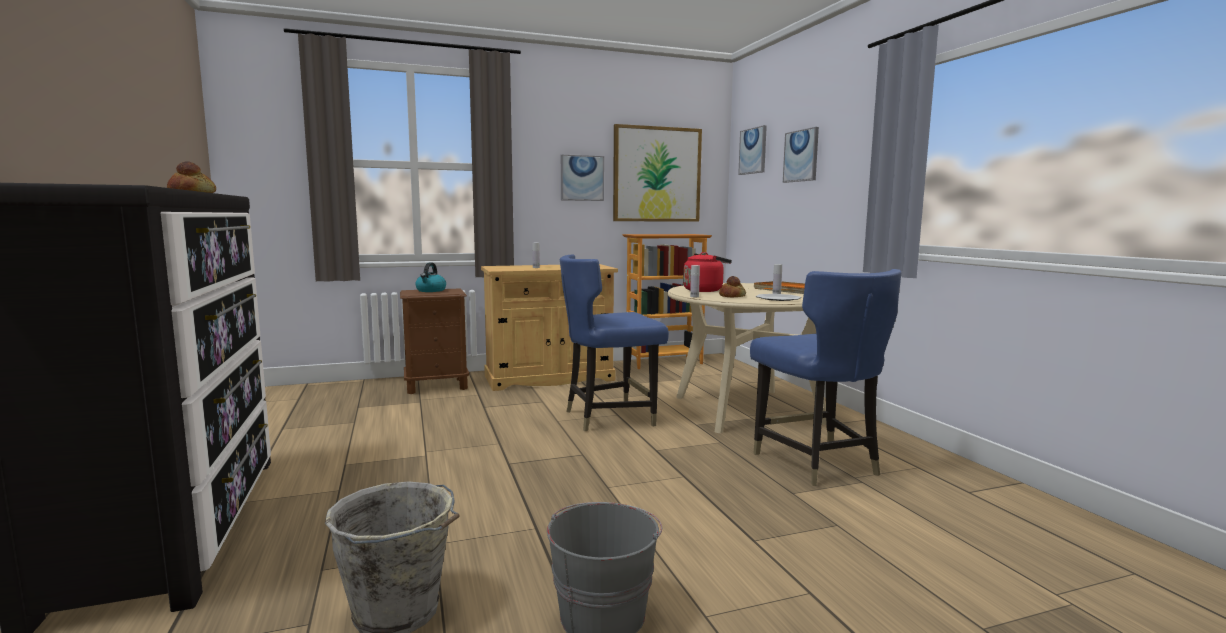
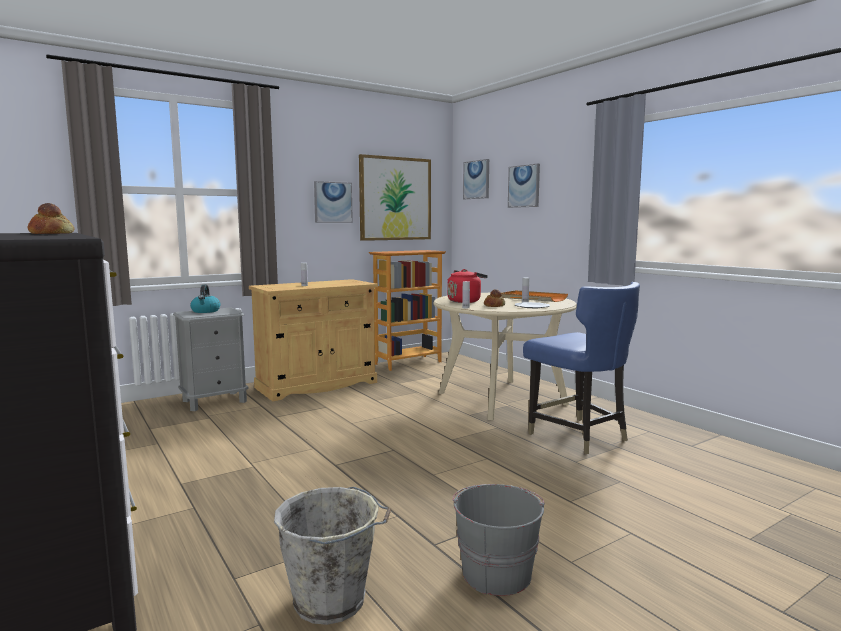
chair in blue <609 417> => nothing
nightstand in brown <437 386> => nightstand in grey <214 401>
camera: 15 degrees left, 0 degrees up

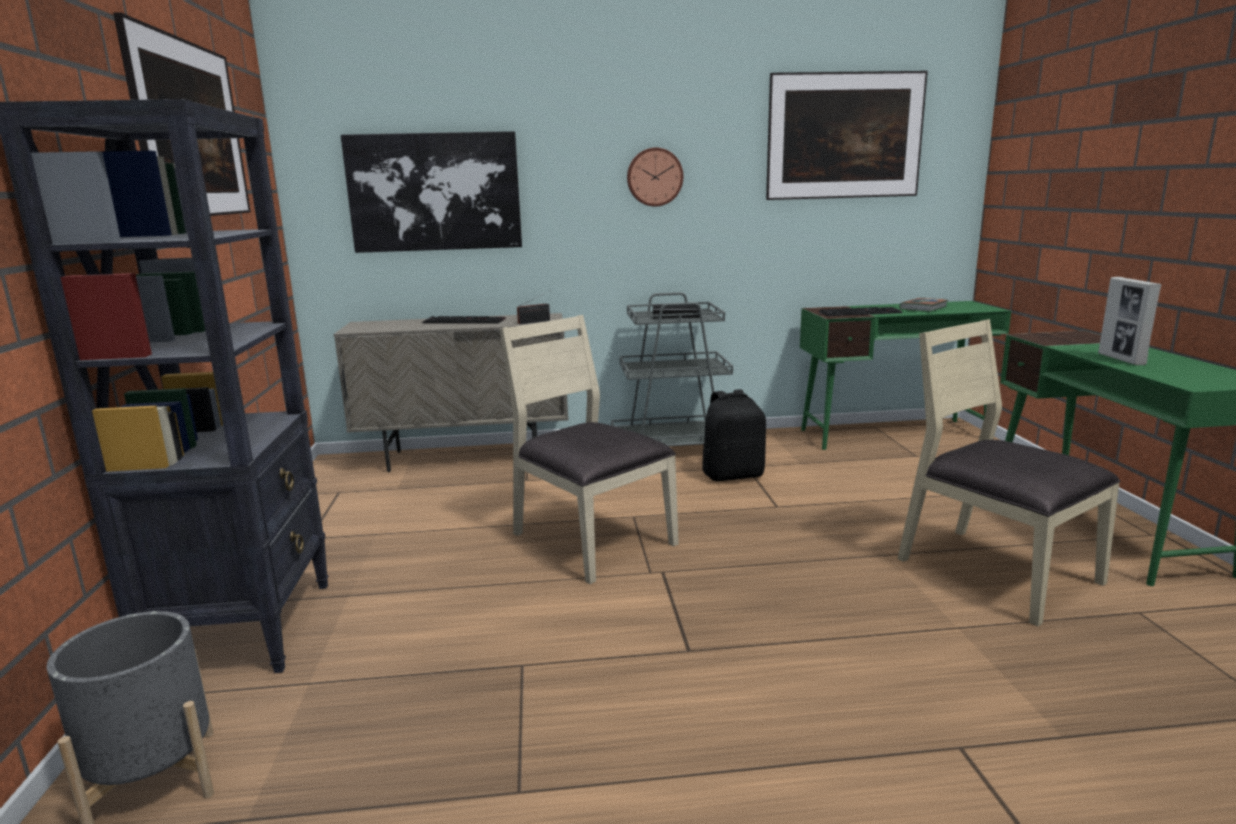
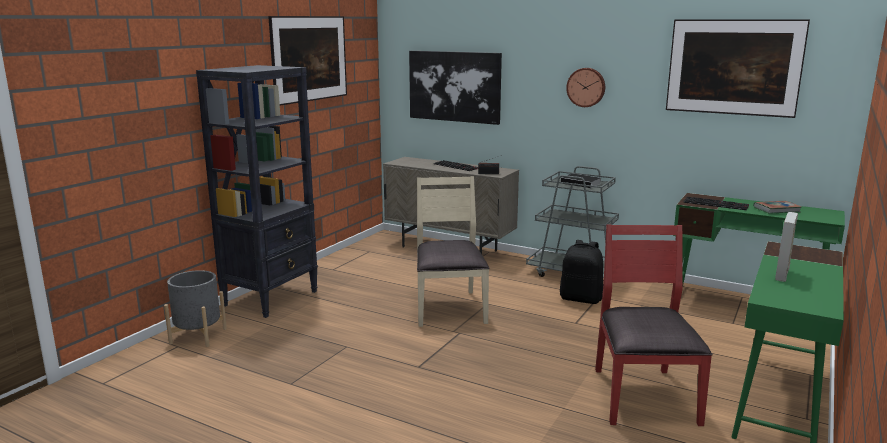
chair in beige <994 571> => chair in red <642 395>
camera: 35 degrees right, 0 degrees up

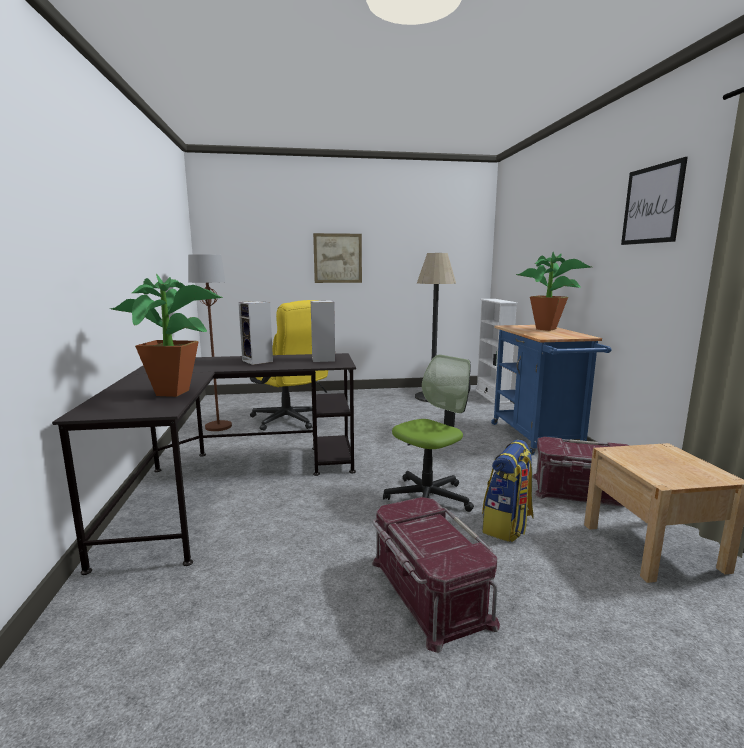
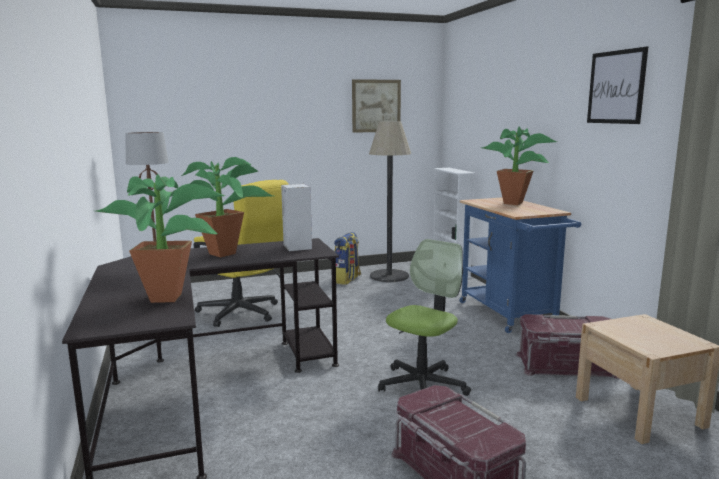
picture <337 258> => picture <376 106>, move
backpack <507 526> => backpack <347 280>, move
speaker <258 361> => potted plant <228 253>
camera: 10 degrees left, 0 degrees up

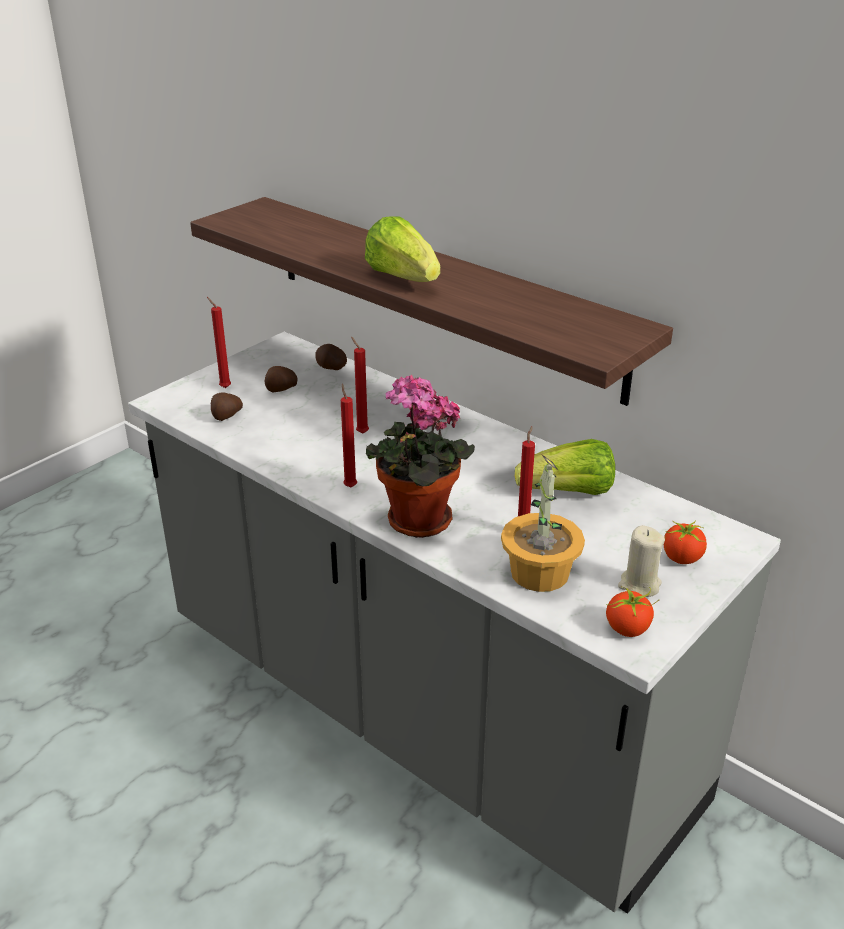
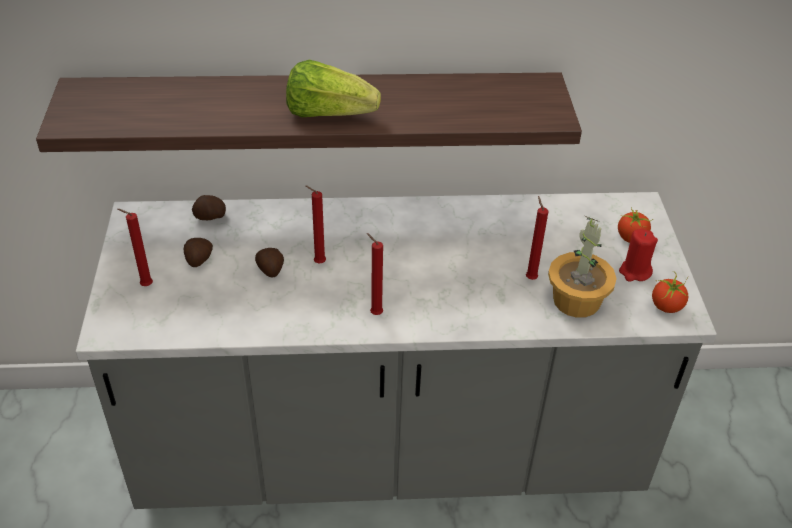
potted plant <416 523> => nothing
lettuce <569 493> => nothing
potato <226 416> => potato <270 270>, move
candle in beige <639 585> => candle in red <634 272>
camera: 45 degrees left, 10 degrees up

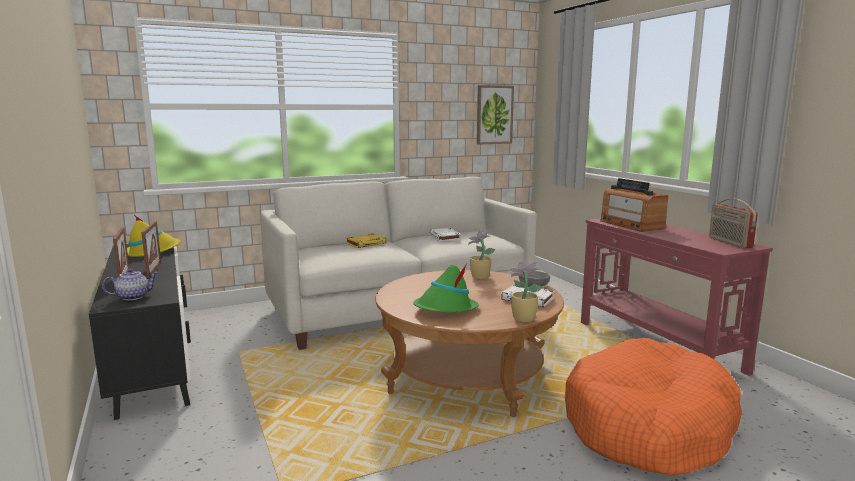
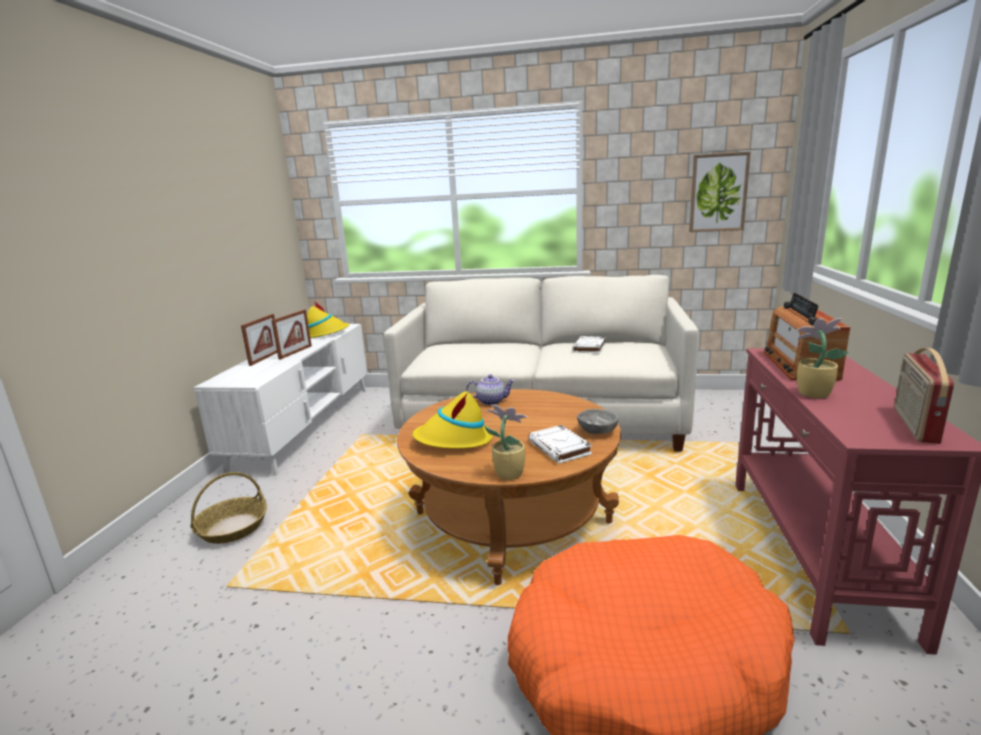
book in yellow <366 243> => nothing
nothing => basket <233 527>
teapot <133 297> => teapot <491 401>, move
potted plant <479 277> => potted plant <811 394>, move
tv stand in black <153 357> => tv stand in white <306 425>
hat in green <445 309> => hat in yellow <454 440>
camera: 35 degrees right, 5 degrees up

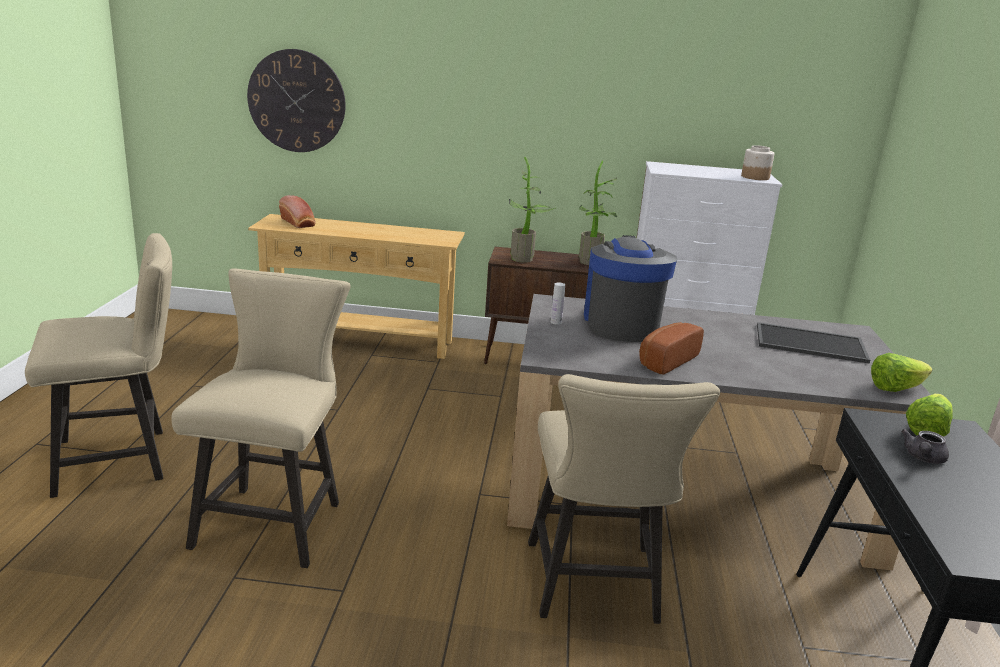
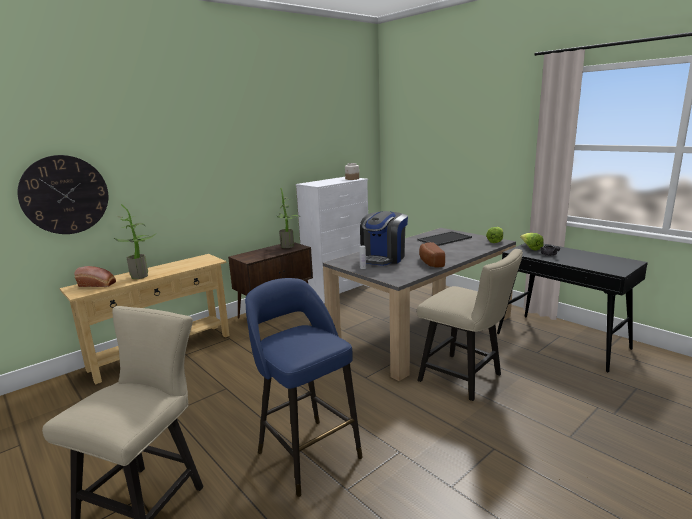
potted plant <525 259> => potted plant <142 275>, move
chair in beige <274 519> => stool in blue <307 453>
coffee machine <621 324> => coffee machine <383 258>, 105 degrees counterclockwise
camera: 45 degrees left, 5 degrees down

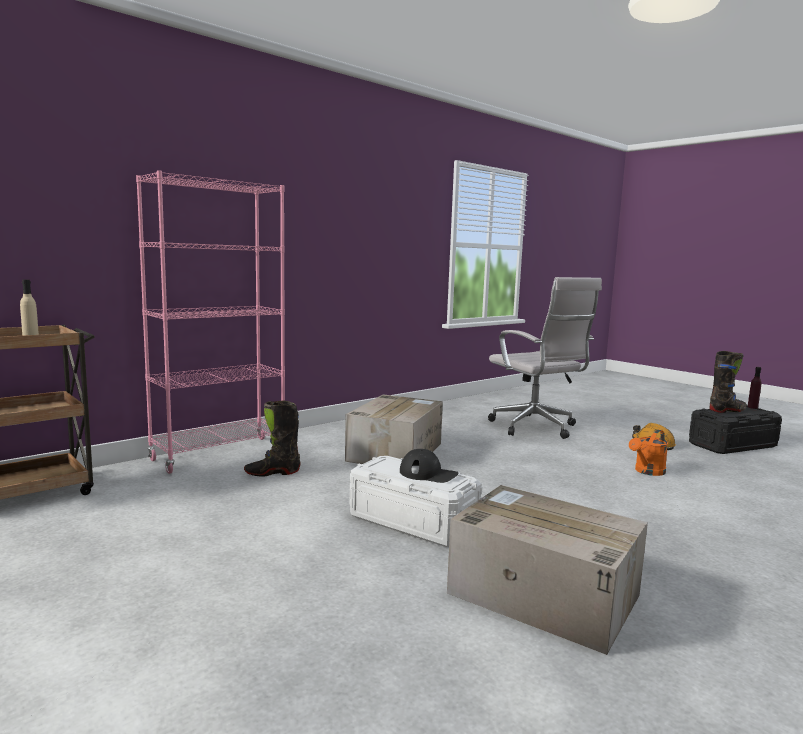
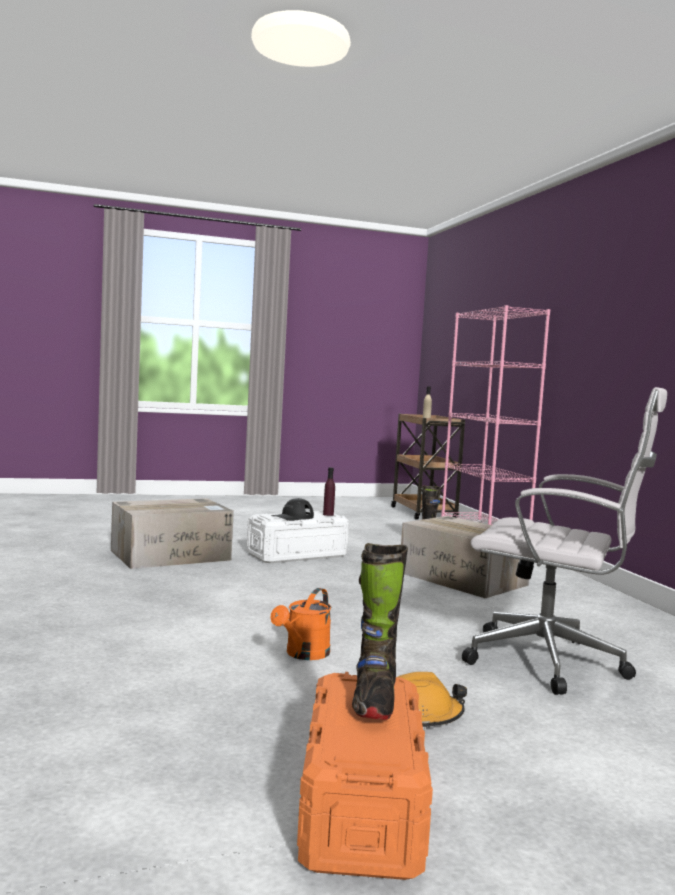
bottle in purple <752 407> => bottle in purple <328 514>, move
storage box in black <732 445> => storage box in orange <361 807>
office chair in white <536 428> => office chair in white <552 663>, 150 degrees counterclockwise
watering can in orange <647 472> => watering can in orange <303 655>, 135 degrees counterclockwise
camera: 115 degrees right, 5 degrees down

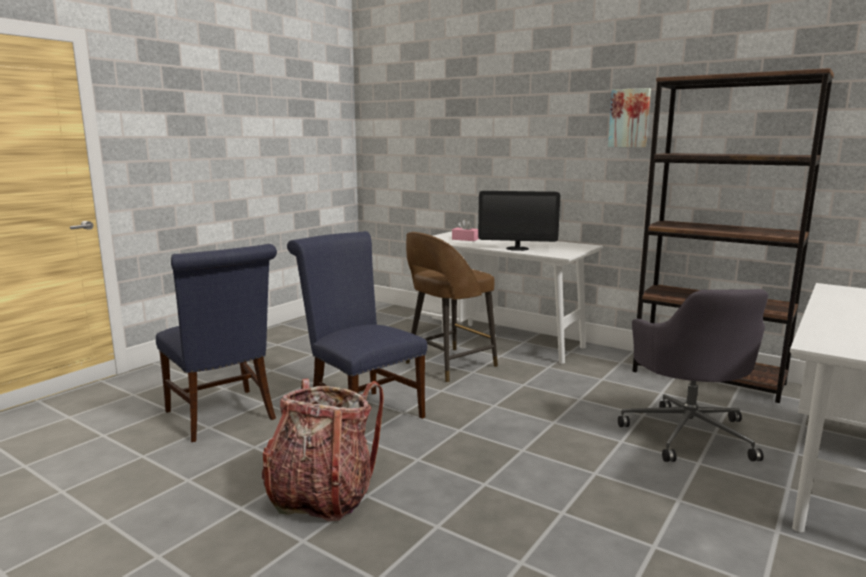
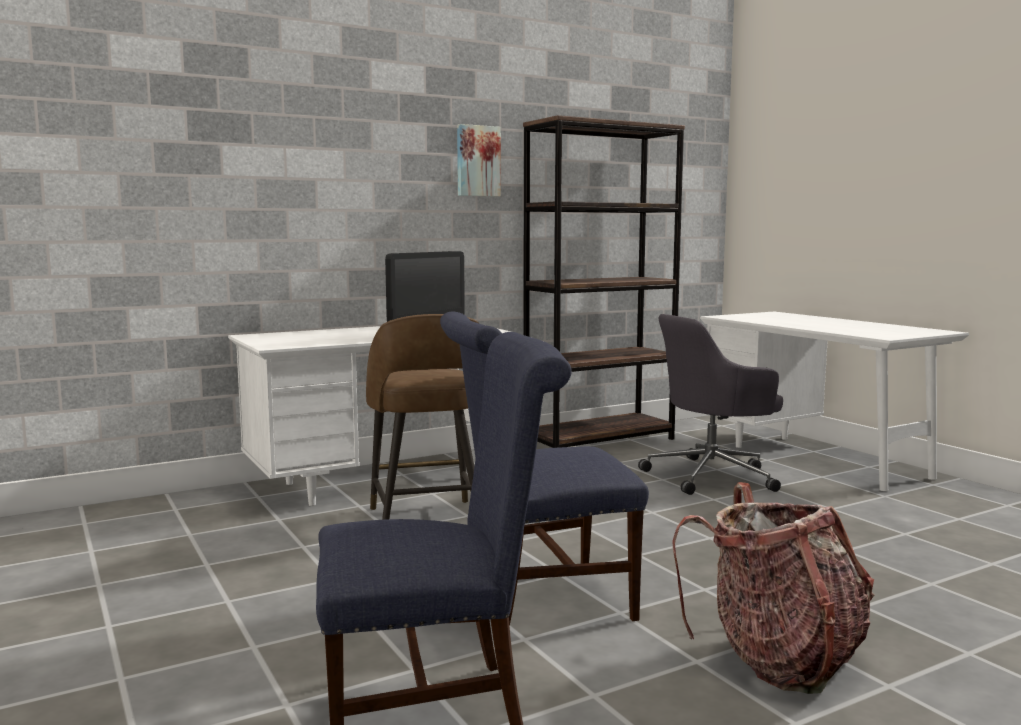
tissue box in pink <465 239> => nothing
office chair in grey <688 433> => office chair in grey <712 476>, 135 degrees clockwise
camera: 65 degrees left, 5 degrees down

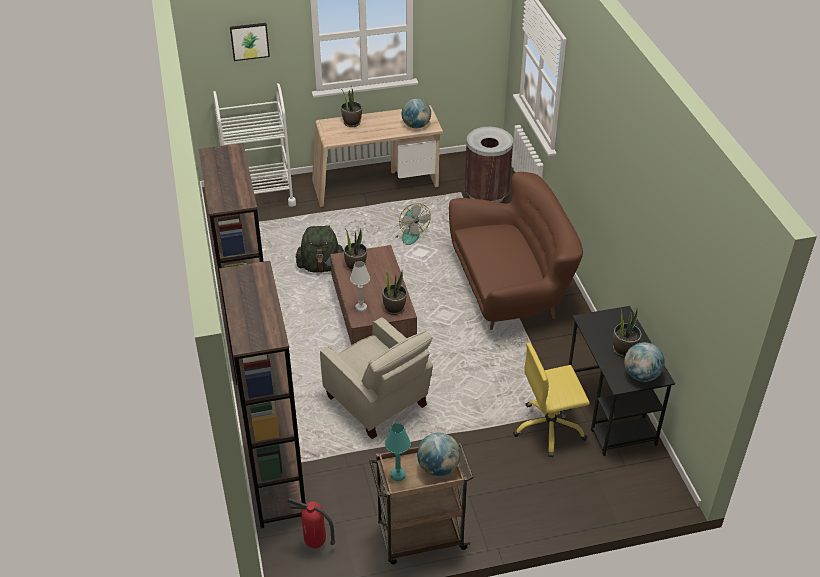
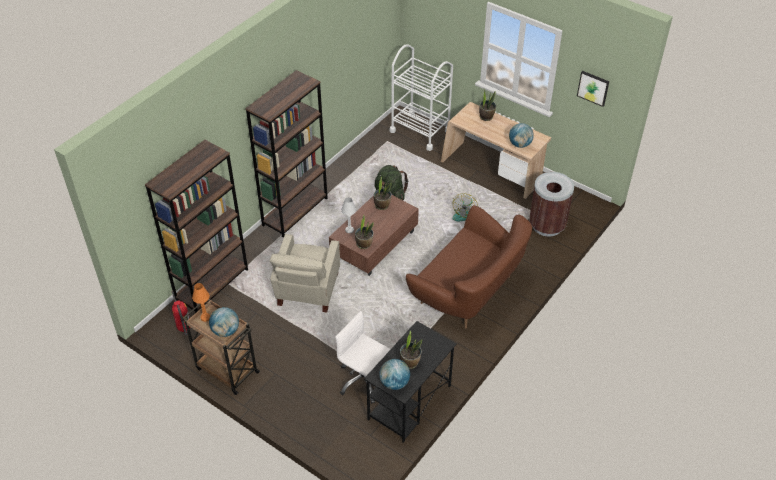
picture <249 41> => picture <593 88>, move
table lamp in turquoise <398 475> => table lamp in orange <205 317>
office chair in yellow <549 429> => office chair in white <364 380>
camera: 50 degrees right, 5 degrees up

